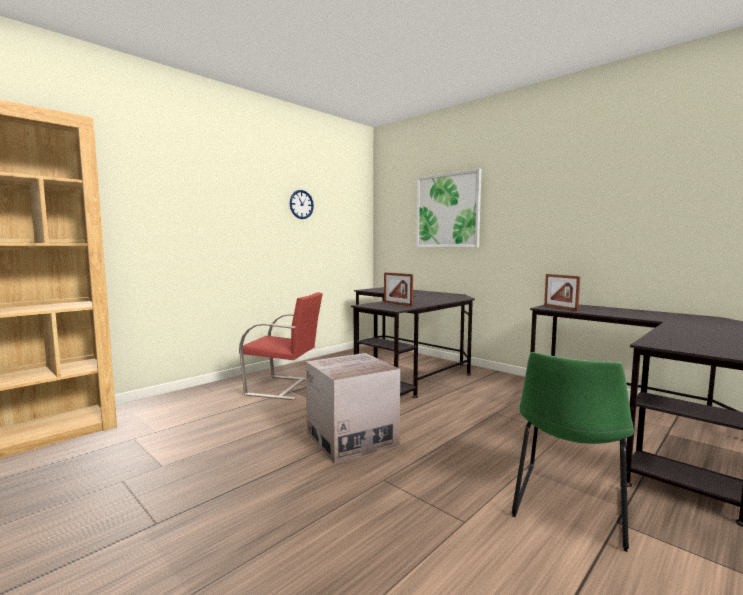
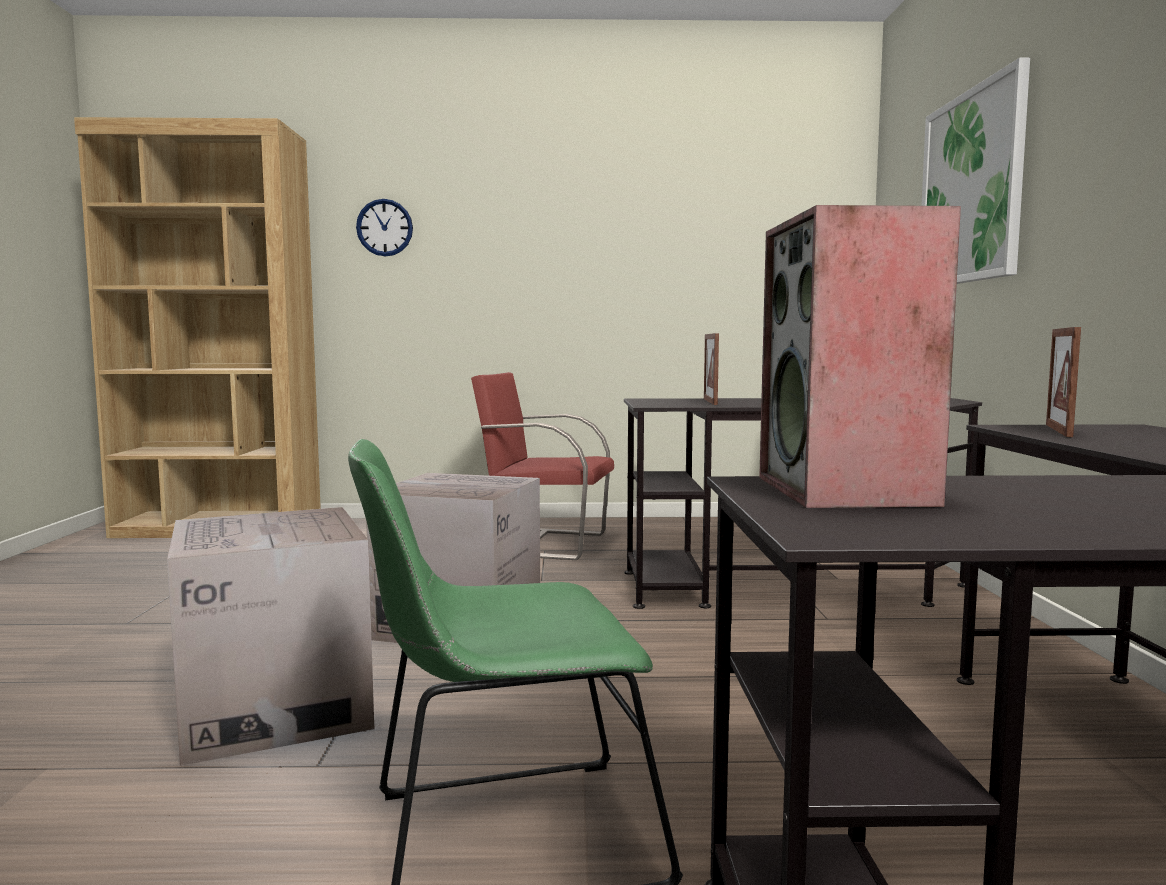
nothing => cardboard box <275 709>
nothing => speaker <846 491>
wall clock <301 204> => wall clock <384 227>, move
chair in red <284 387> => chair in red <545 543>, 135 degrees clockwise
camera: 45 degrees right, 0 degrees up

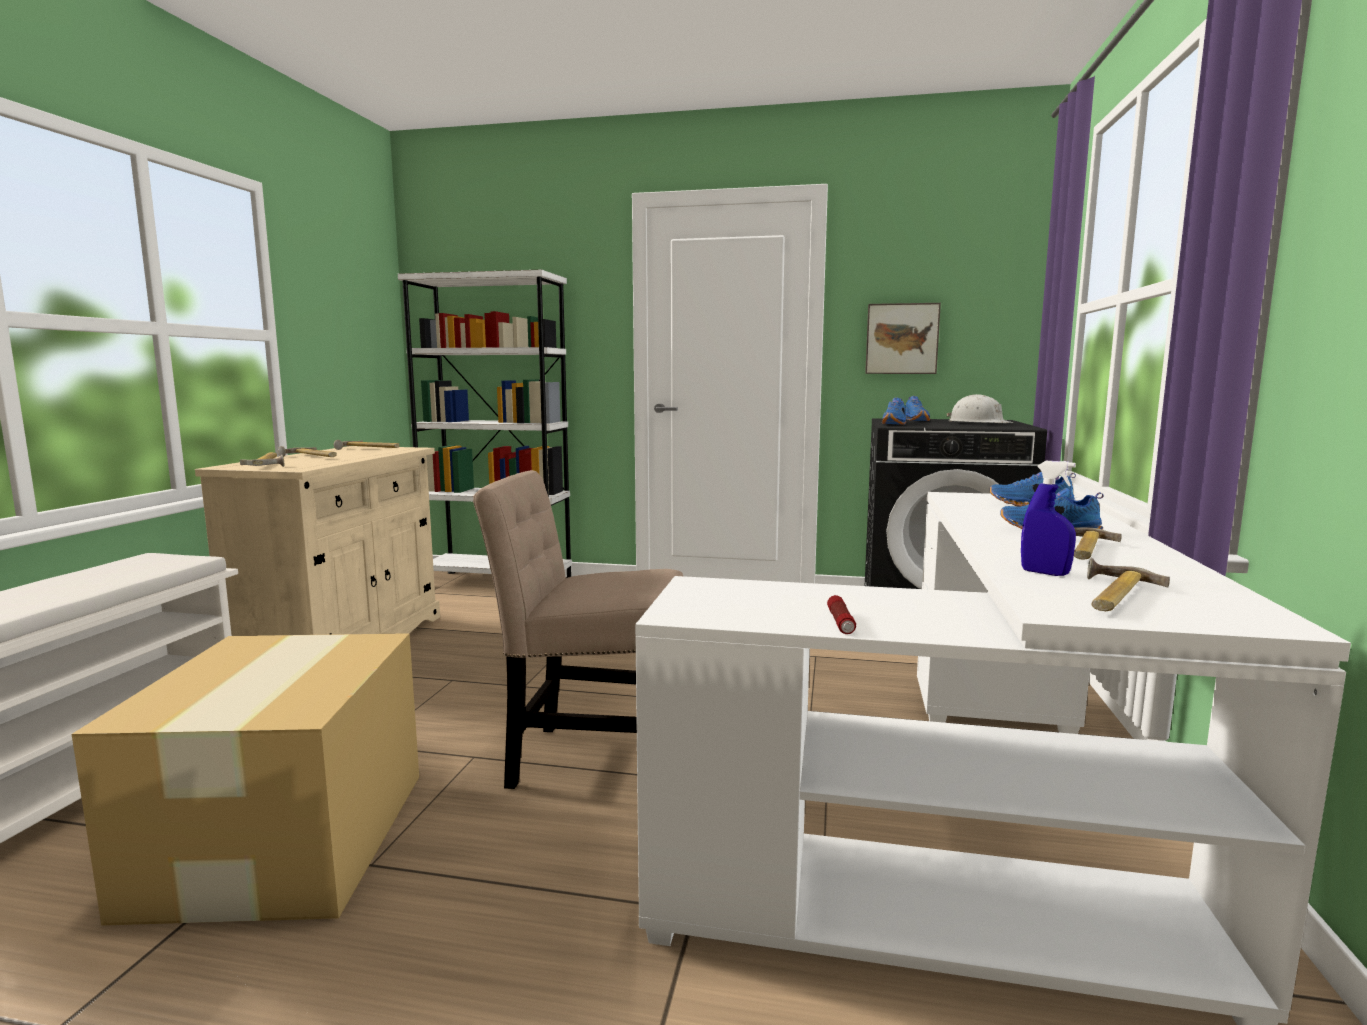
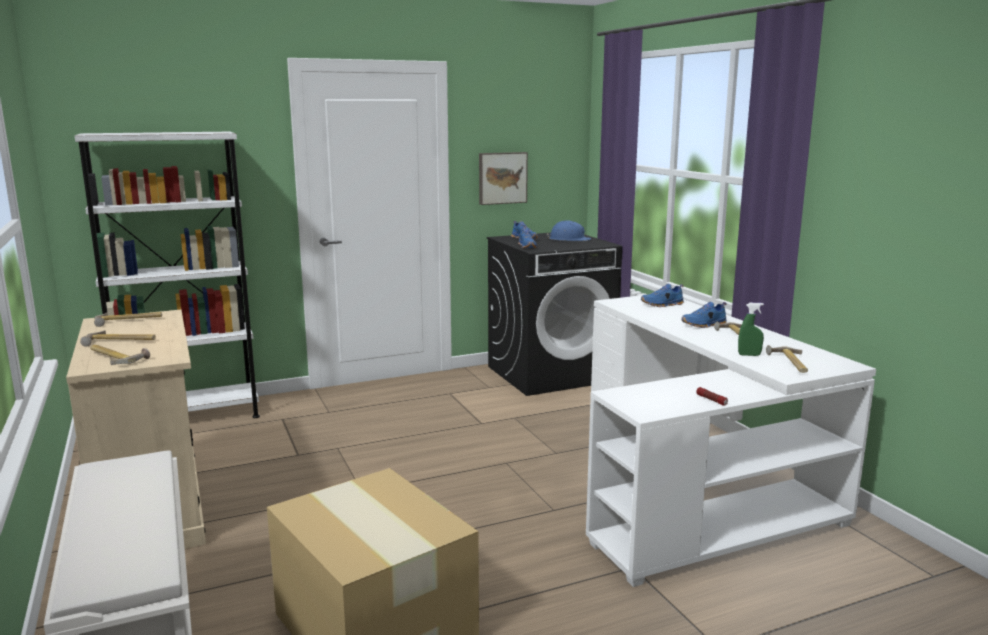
chair in beige <592 760> => nothing
hard hat in white <978 423> => hard hat in blue <569 239>
spray bottle in blue <1044 573> => spray bottle in green <749 355>
camera: 35 degrees left, 5 degrees up

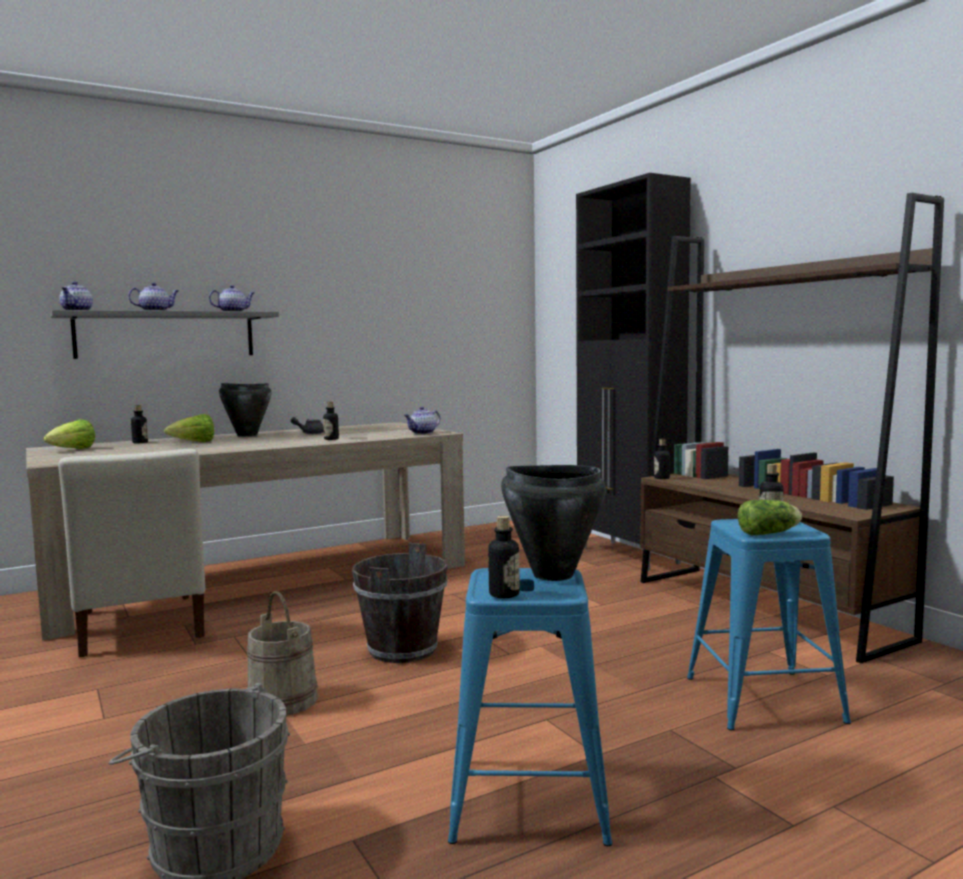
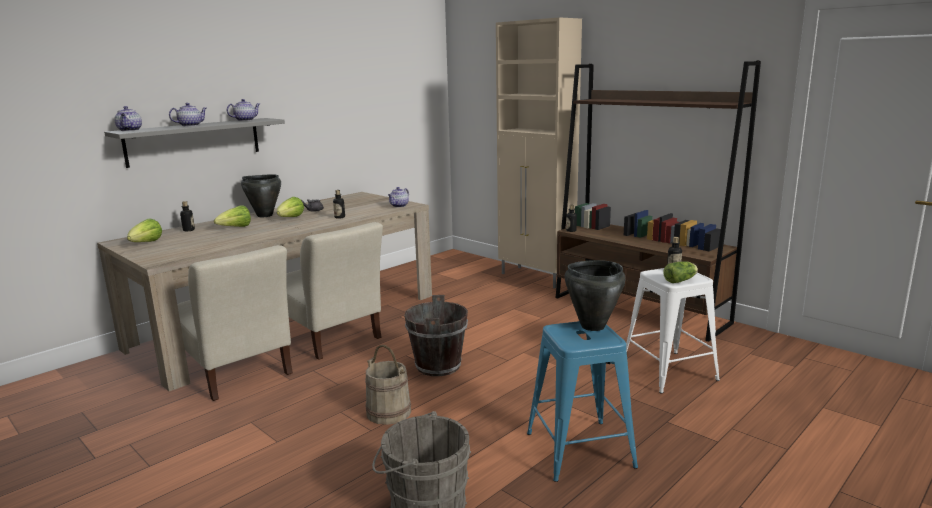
bottle <504 594> => nothing
nothing => lettuce <290 218>
nothing => chair in beige <329 337>
cabinet in black <629 556> => cabinet in beige <536 277>
stool in blue <763 699> => stool in white <668 372>
camera: 15 degrees left, 10 degrees up

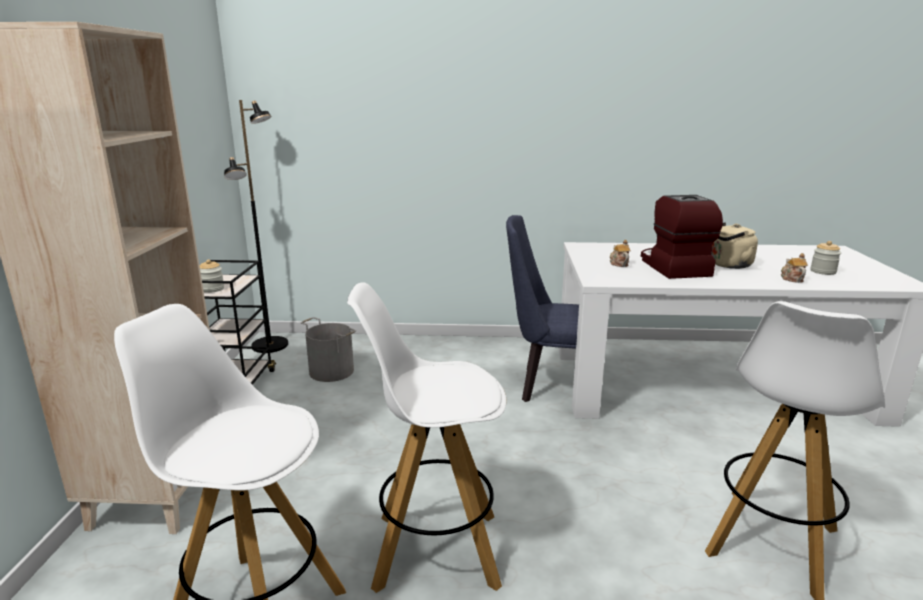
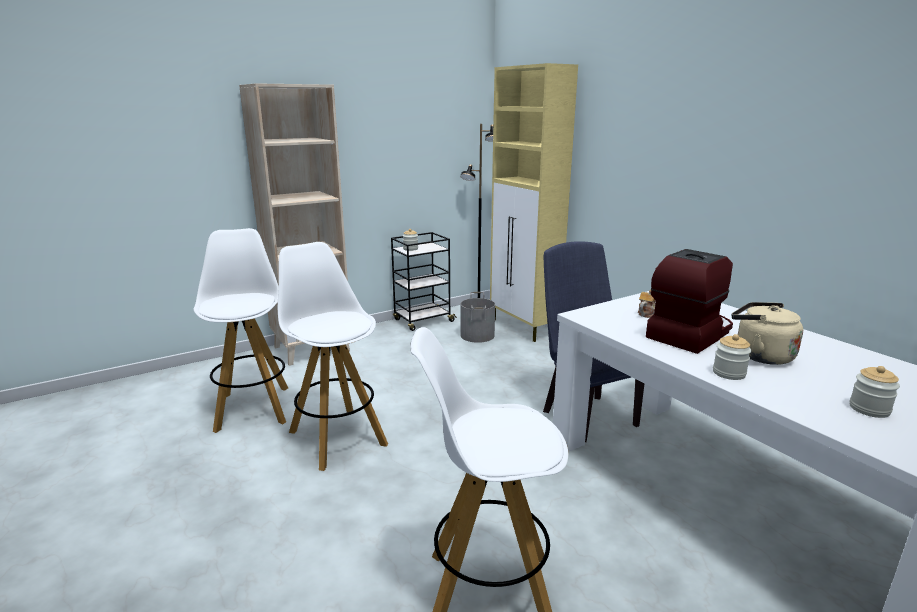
teapot <791 279> => nothing
nothing => cabinet in beige <524 328>
nothing => jar <729 373>
camera: 55 degrees right, 0 degrees up

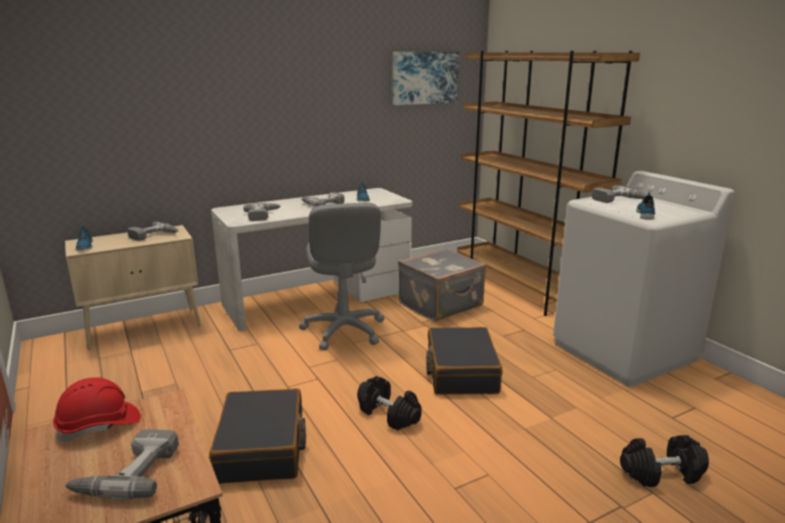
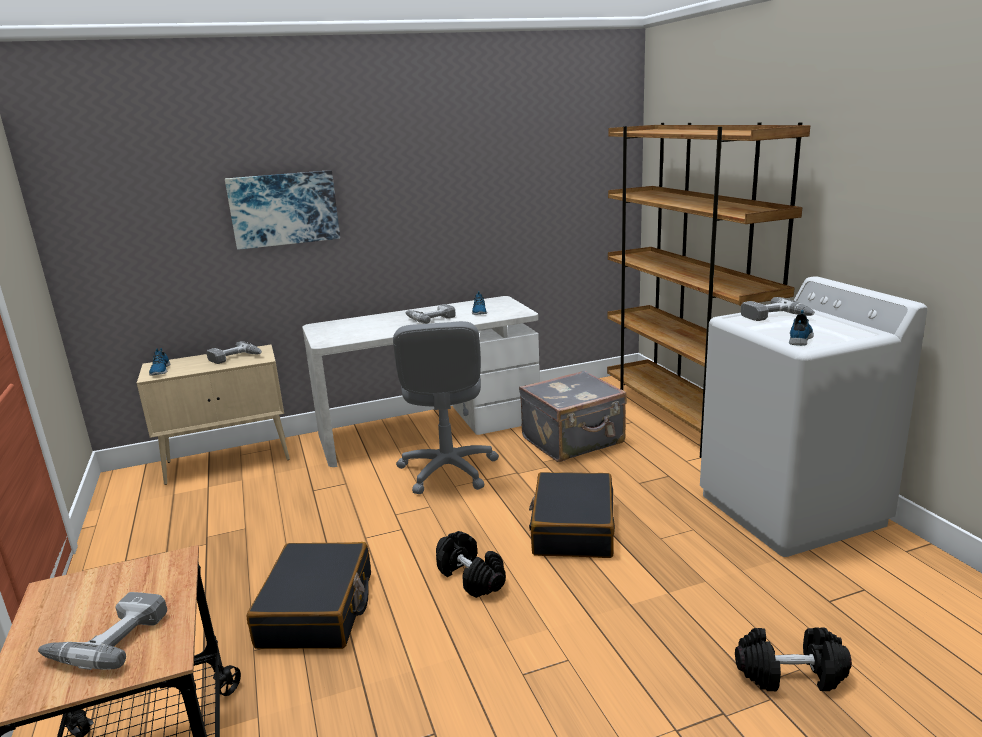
hard hat in red <99 426> => nothing
power drill <263 215> => nothing
picture <424 77> => picture <284 209>, move
camera: 10 degrees right, 0 degrees up

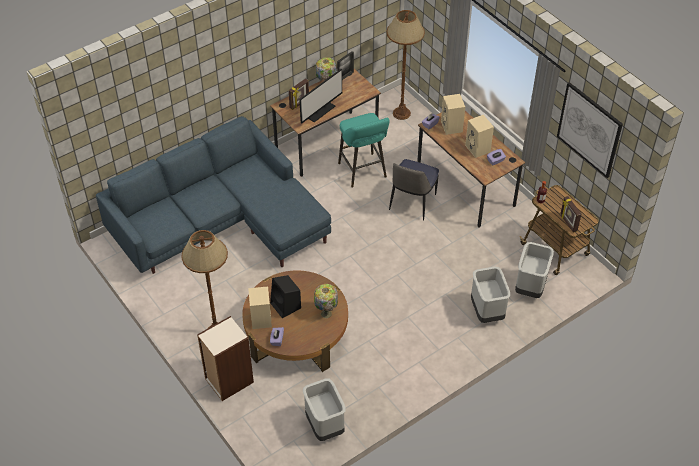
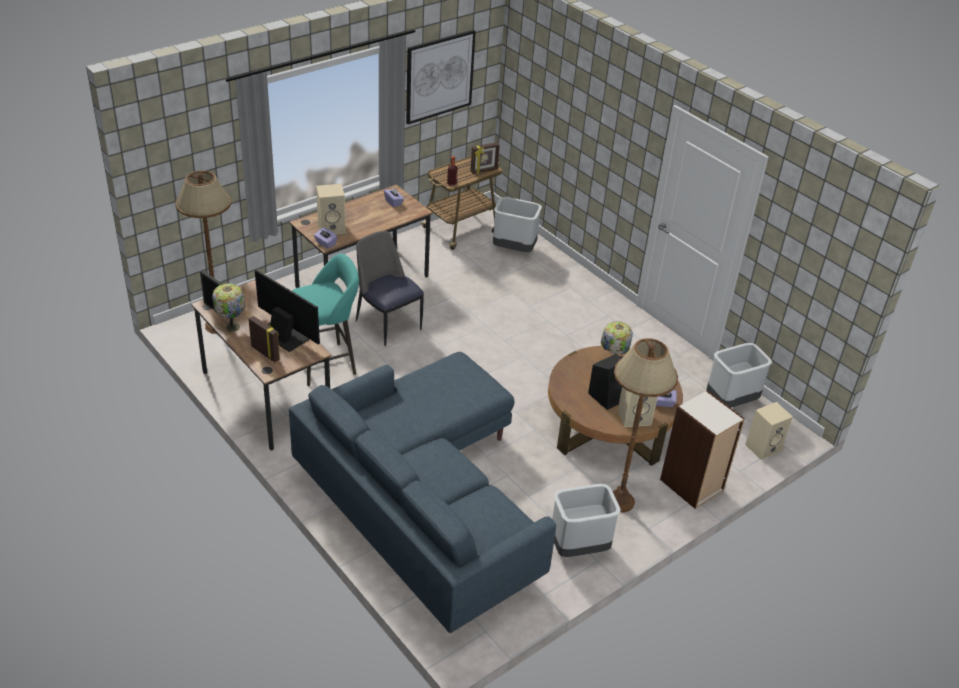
speaker in beige <478 149> => speaker in beige <763 447>, move
trash can in grey <486 311> => trash can in grey <578 548>, move
chair <412 203> => chair <387 324>, 150 degrees counterclockwise
camera: 95 degrees left, 10 degrees down

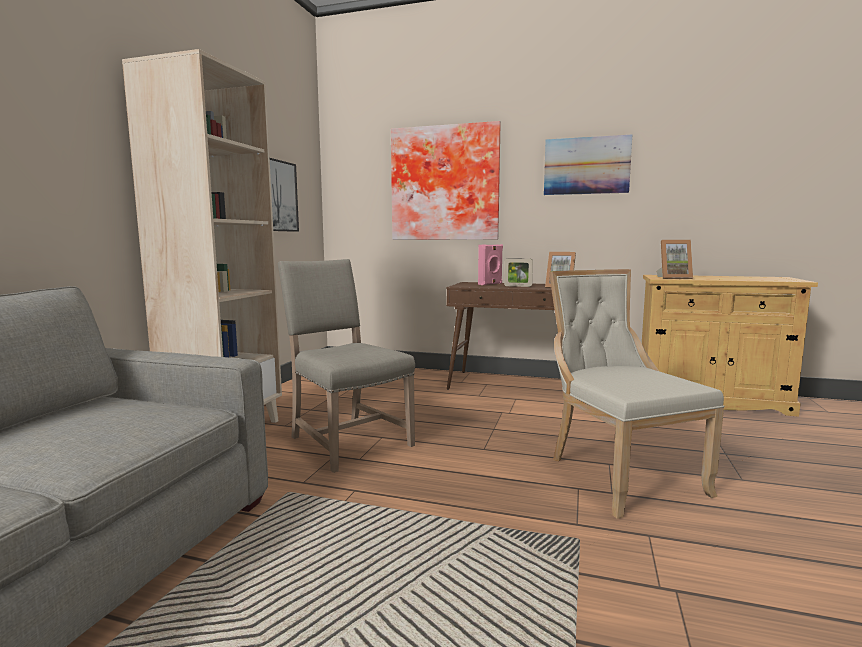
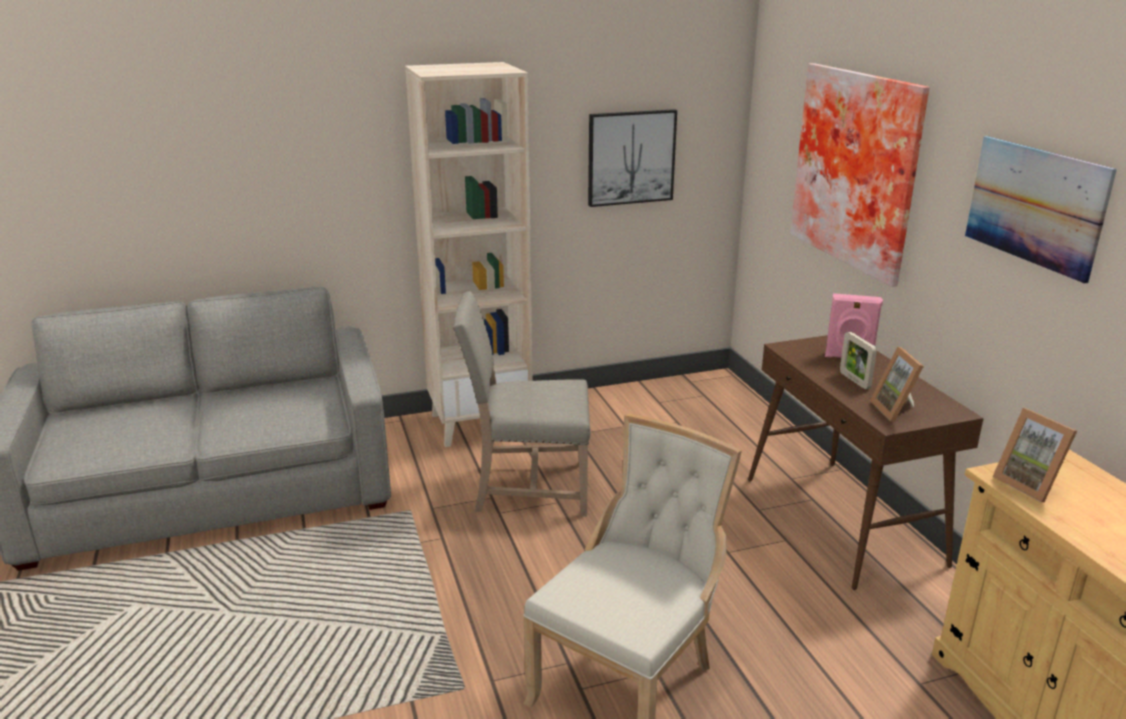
chair in beige <346 441> => chair in beige <527 488>, 105 degrees counterclockwise
camera: 55 degrees right, 15 degrees up

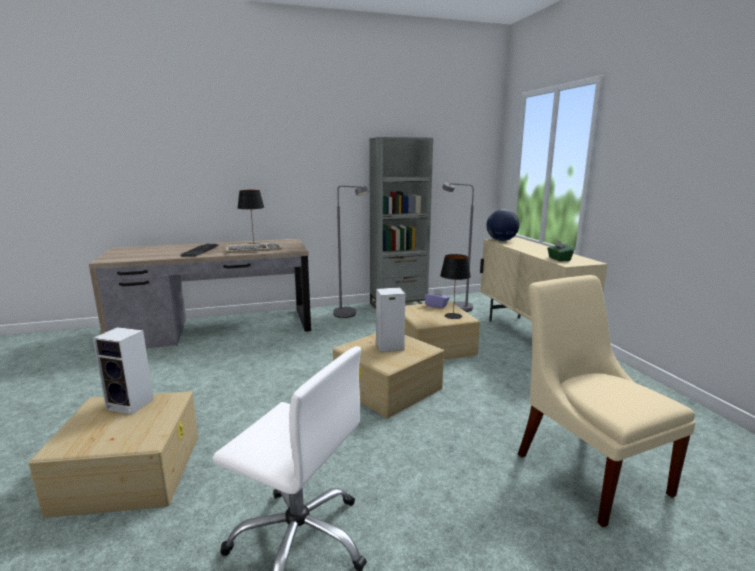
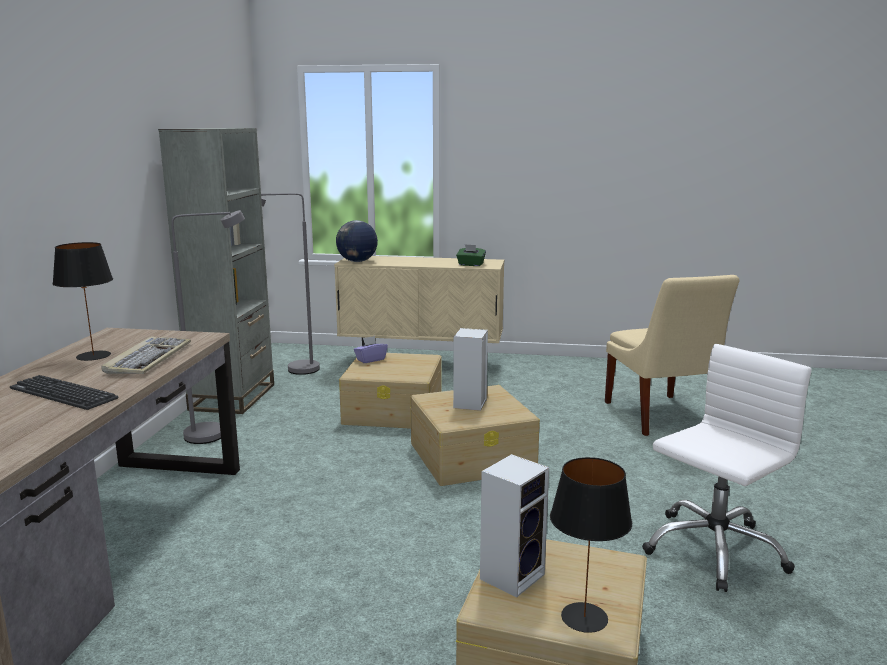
table lamp in black <453 316> => table lamp in black <583 617>, move
chair in beige <587 469> => chair in beige <660 416>, 105 degrees counterclockwise
camera: 65 degrees left, 0 degrees up

